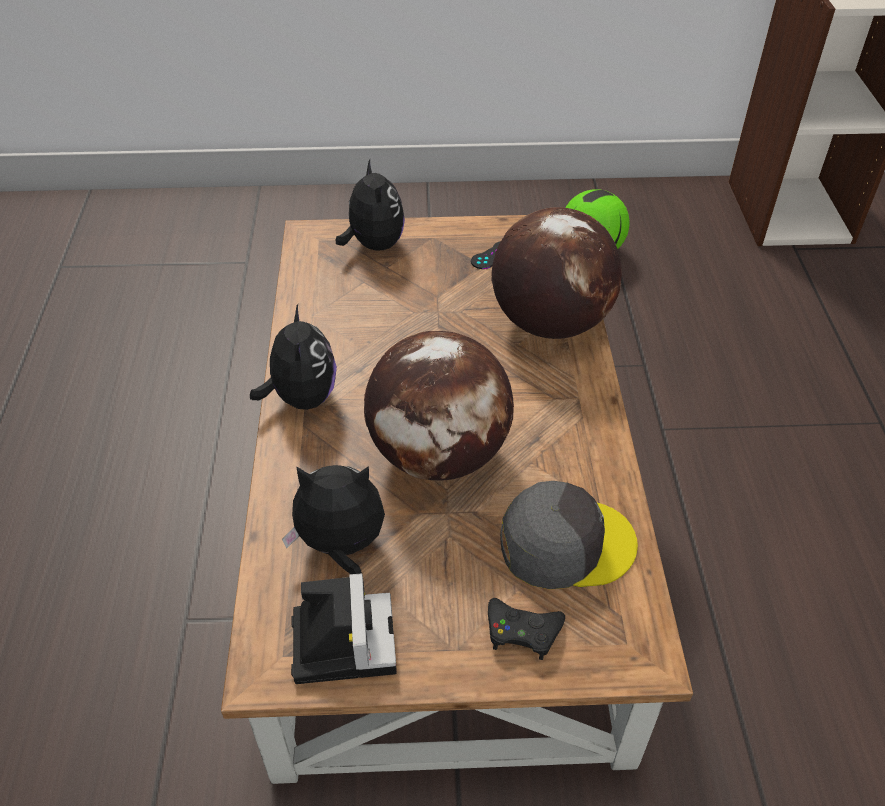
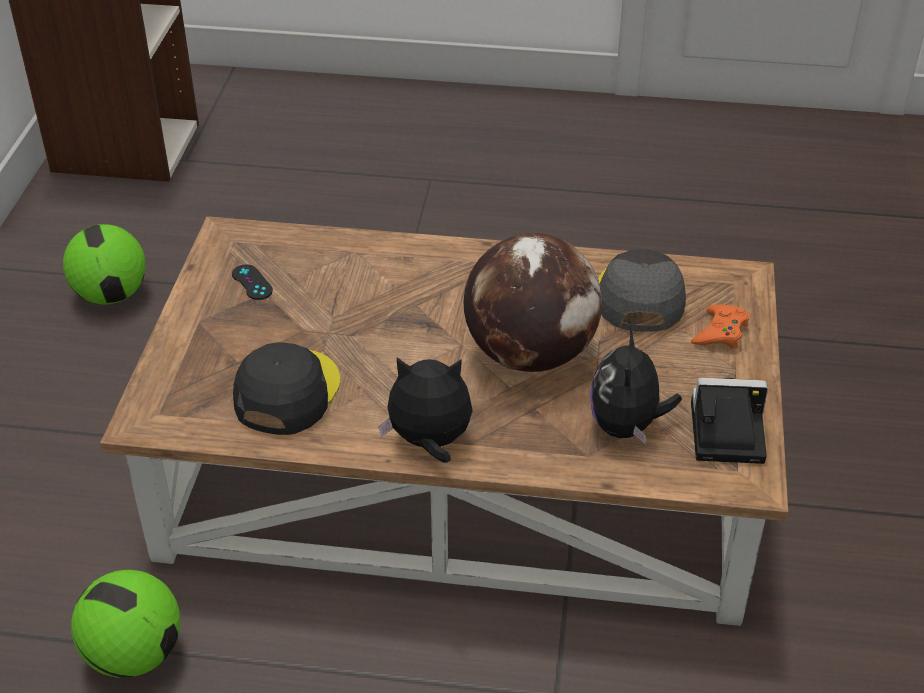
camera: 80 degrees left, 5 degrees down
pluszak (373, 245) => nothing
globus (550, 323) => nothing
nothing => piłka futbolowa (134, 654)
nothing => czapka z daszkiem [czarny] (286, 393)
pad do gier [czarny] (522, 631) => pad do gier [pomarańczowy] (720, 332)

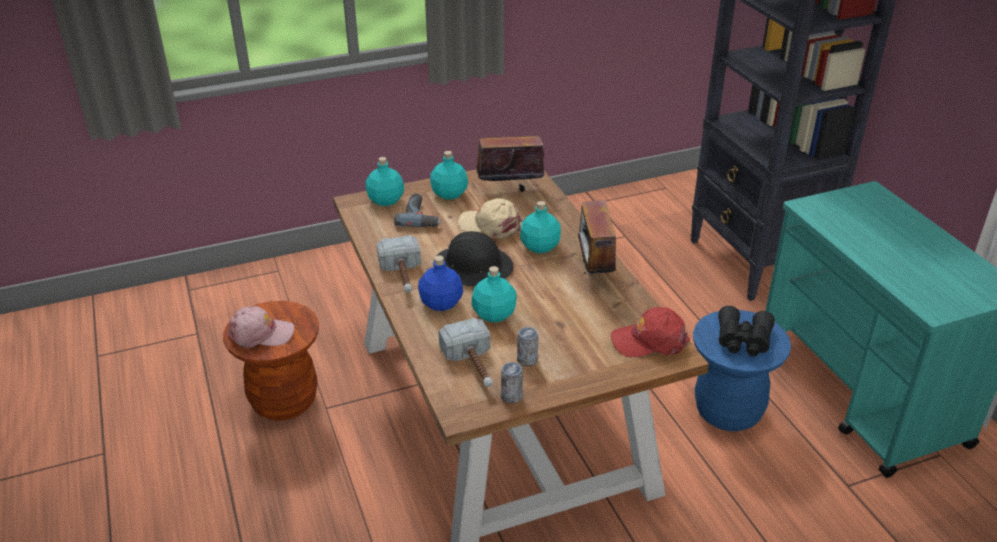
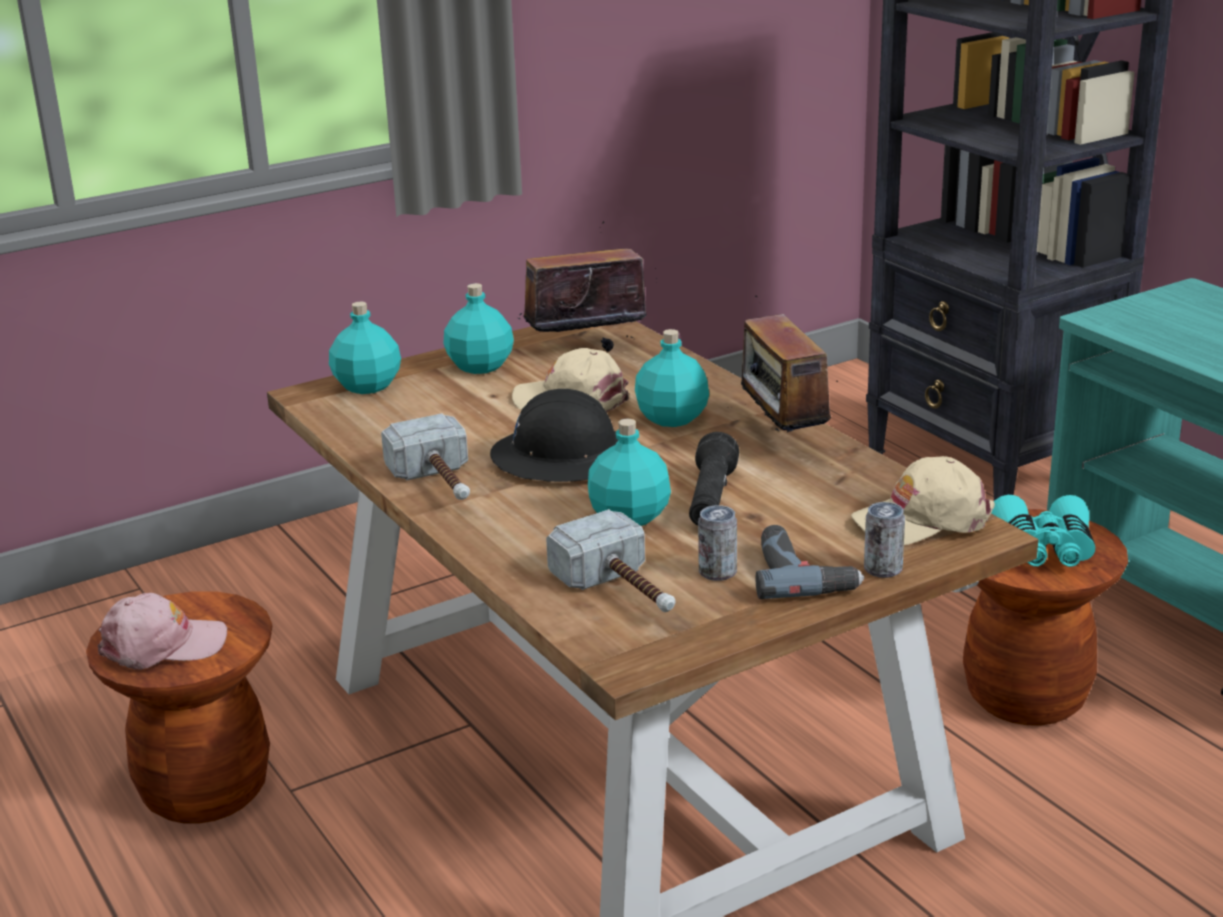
camera: 10 degrees left, 10 degrees down
butelka [niebieski] (441, 303) => nothing
nothing => latarka [czarny] (711, 500)
wiertarka (421, 216) => wiertarka (802, 574), relocated
puszka (511, 396) => puszka (883, 569), relocated
czapka z daszkiem [czerwony] (649, 341) => czapka z daszkiem [beżowy] (922, 520)
stołek [niebieski] (728, 411) => stołek [brązowy] (1025, 696)
lornetka [czarny] (743, 341) => lornetka [turkusowy] (1043, 550)

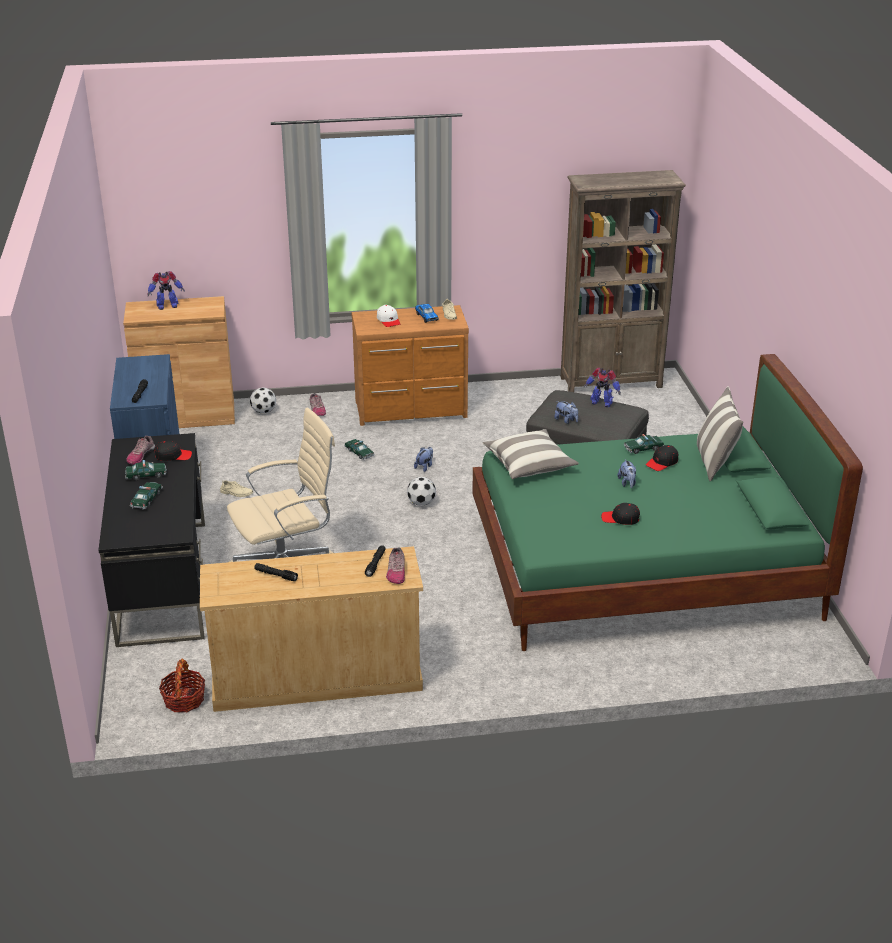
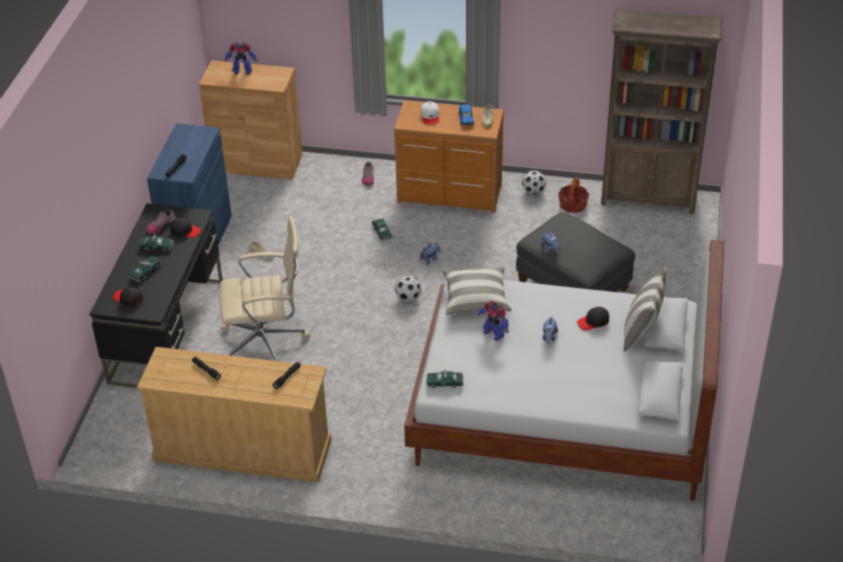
camera: 20 degrees right, 10 degrees up
but (396, 572) => nothing
koszyk (184, 700) => koszyk (572, 205), relocated
piłka futbolowa (264, 411) => piłka futbolowa (533, 192), relocated
robot zabawkowy (601, 402) => robot zabawkowy (493, 333), relocated
czapka z daszkiem [czarny] (620, 518) => czapka z daszkiem [czarny] (128, 299), relocated
samochodzik (643, 448) => samochodzik (444, 382), relocated
łóżko [zielony] (643, 570) => łóżko [biały] (561, 410)

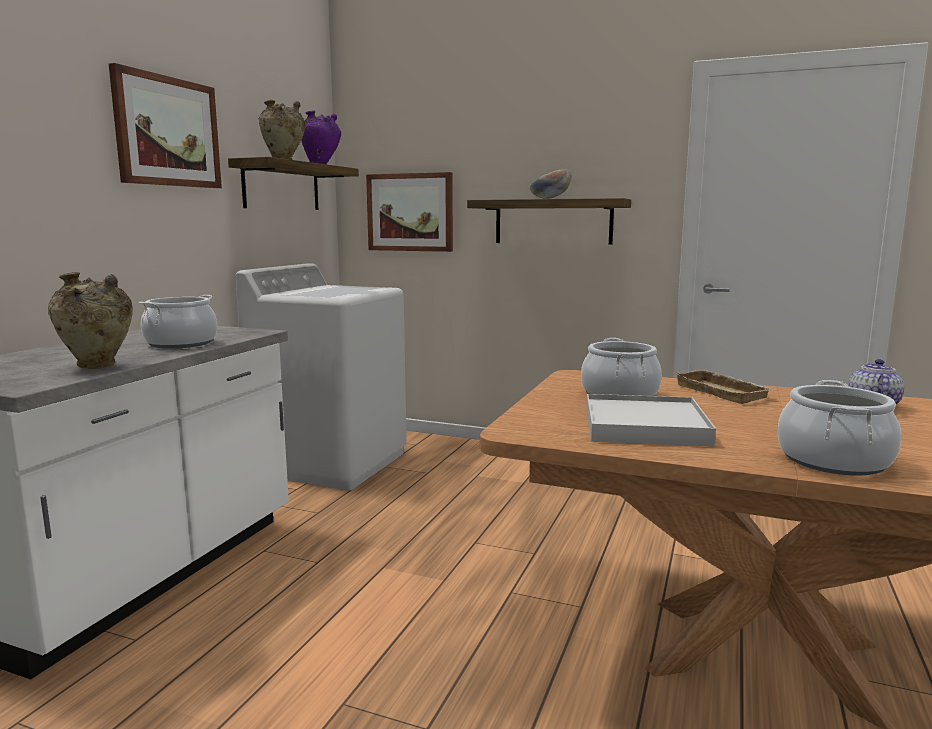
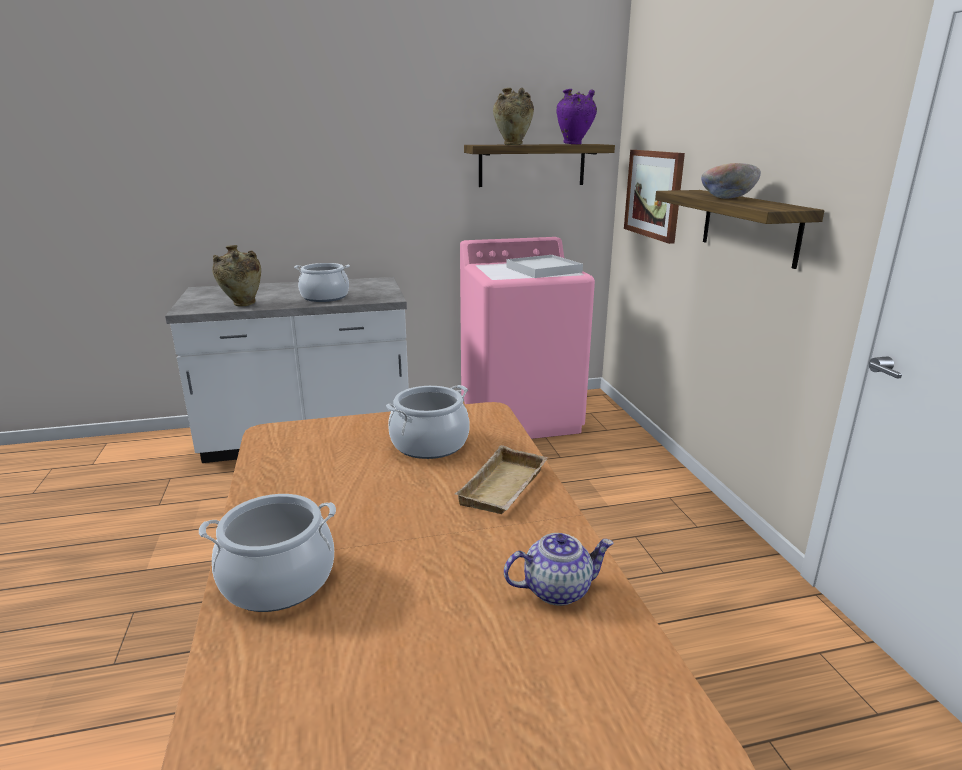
camera: 55 degrees right, 10 degrees up
obraz (167, 132) => nothing
taca [biały] (644, 426) => taca [biały] (543, 270), relocated
pralka [biały] (331, 463) => pralka [różowy] (521, 417)

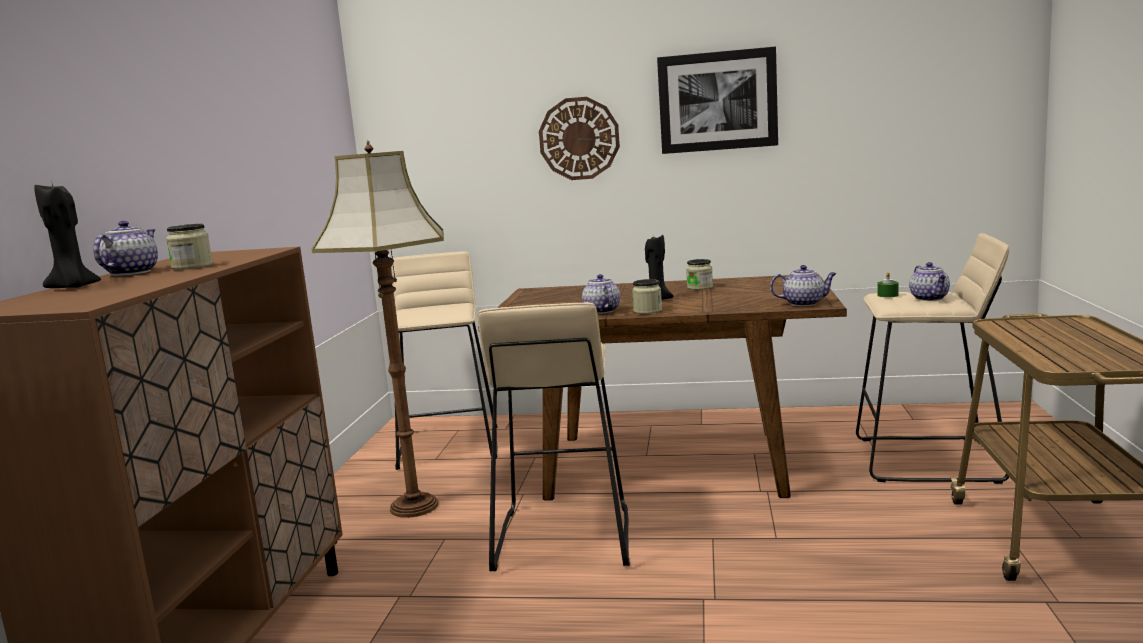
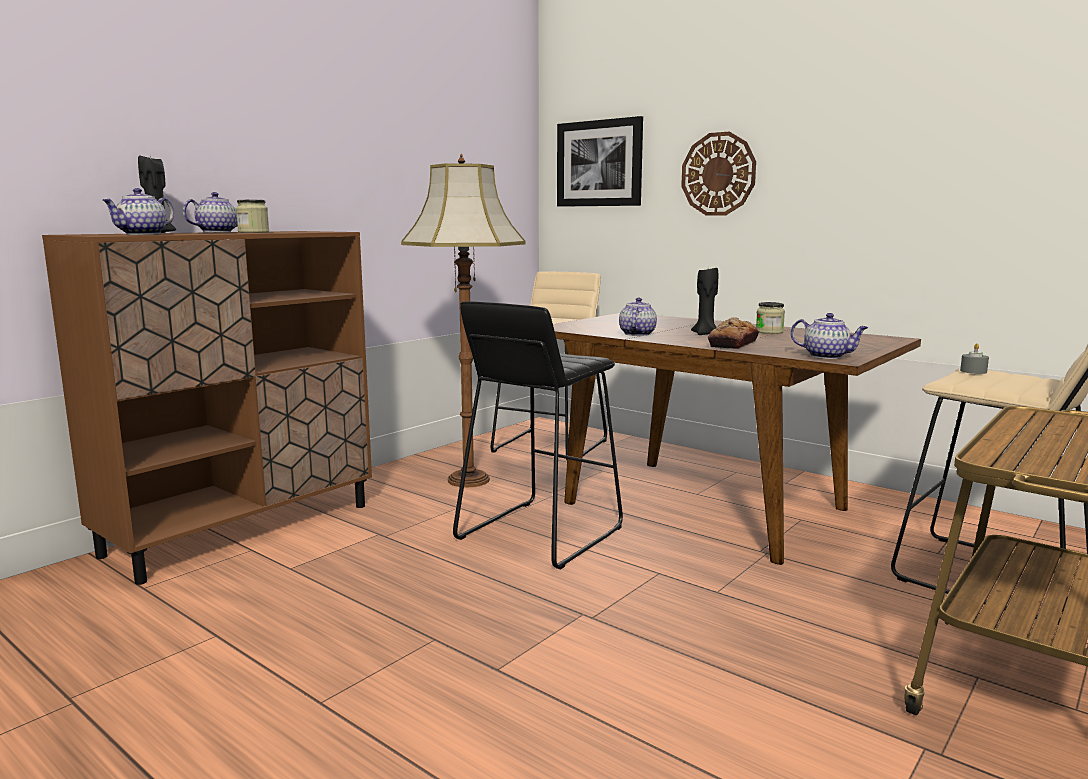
camera: 30 degrees right, 0 degrees up
słoik (647, 311) => nothing
nothing => chleb (733, 344)
obraz (717, 101) => obraz (599, 163), relocated
imbryk (930, 298) => imbryk (142, 234), relocated
stołek [beżowy] (562, 538) => stołek [czarny] (539, 533)
świeca [zielony] (887, 295) => świeca [szary] (973, 371)

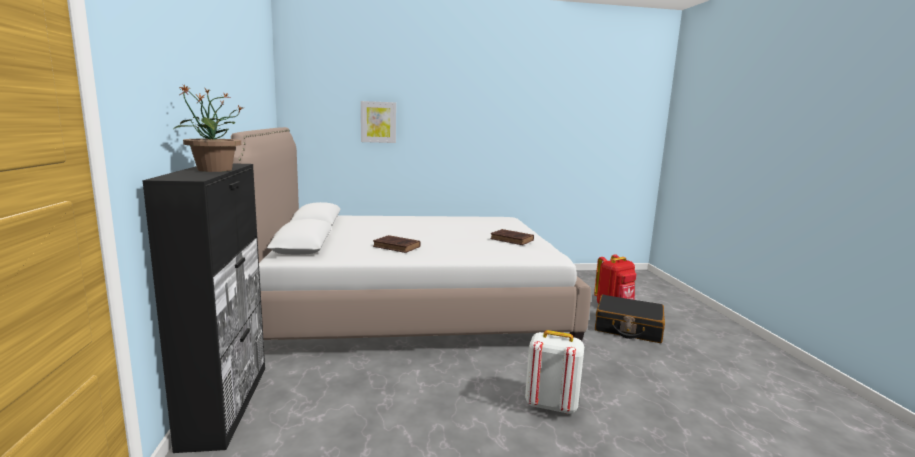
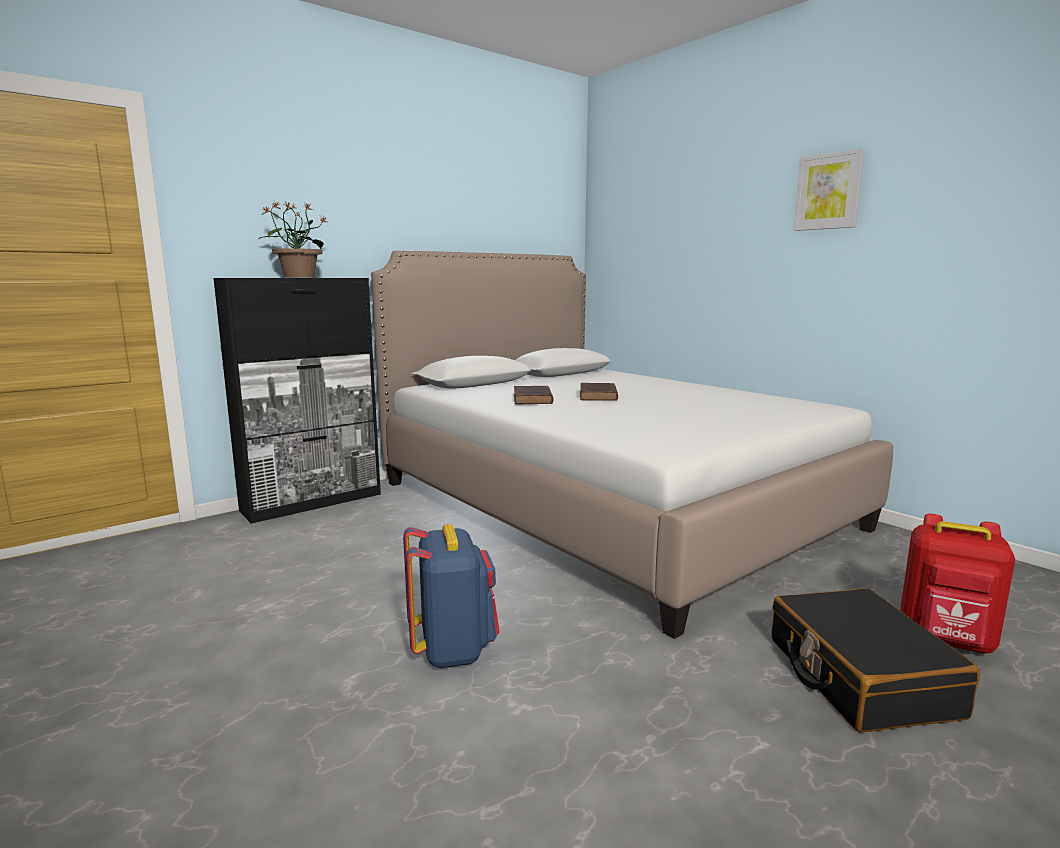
camera: 60 degrees right, 0 degrees up
obraz (378, 122) => obraz (828, 191), relocated
książka [brązowy] (513, 240) => książka [brązowy] (598, 396), relocated
plecak [biały] (550, 405) => plecak [niebieski] (453, 649)

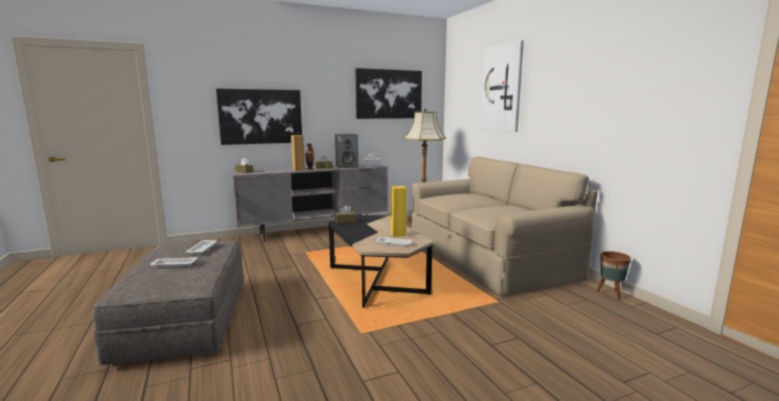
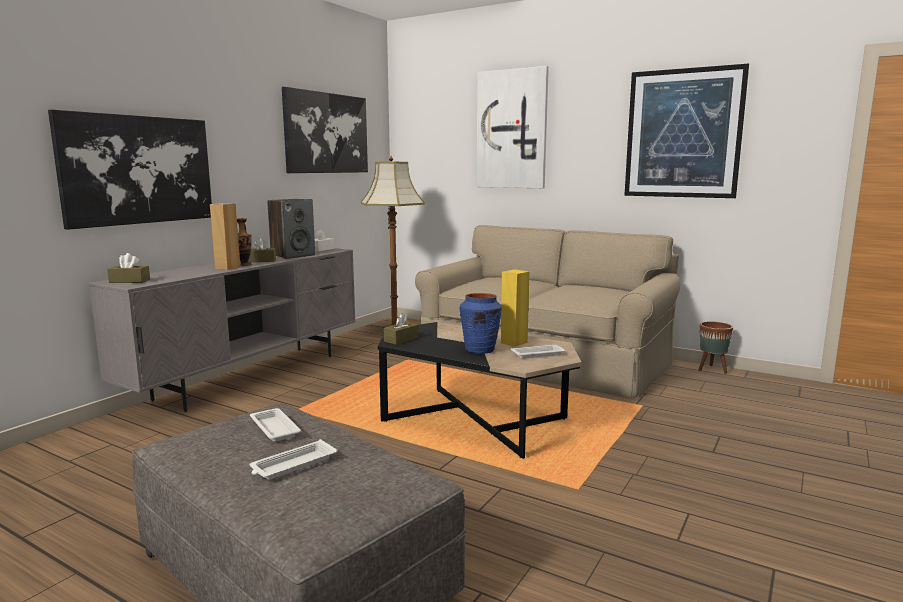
camera: 35 degrees left, 0 degrees up
nothing => wazon [niebieski] (480, 350)
nothing => obraz (683, 134)

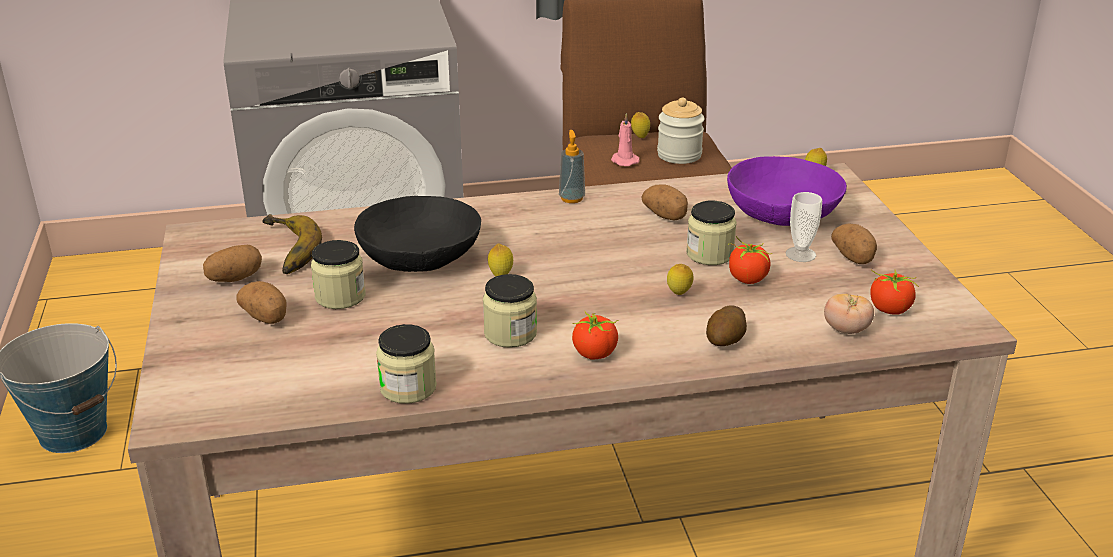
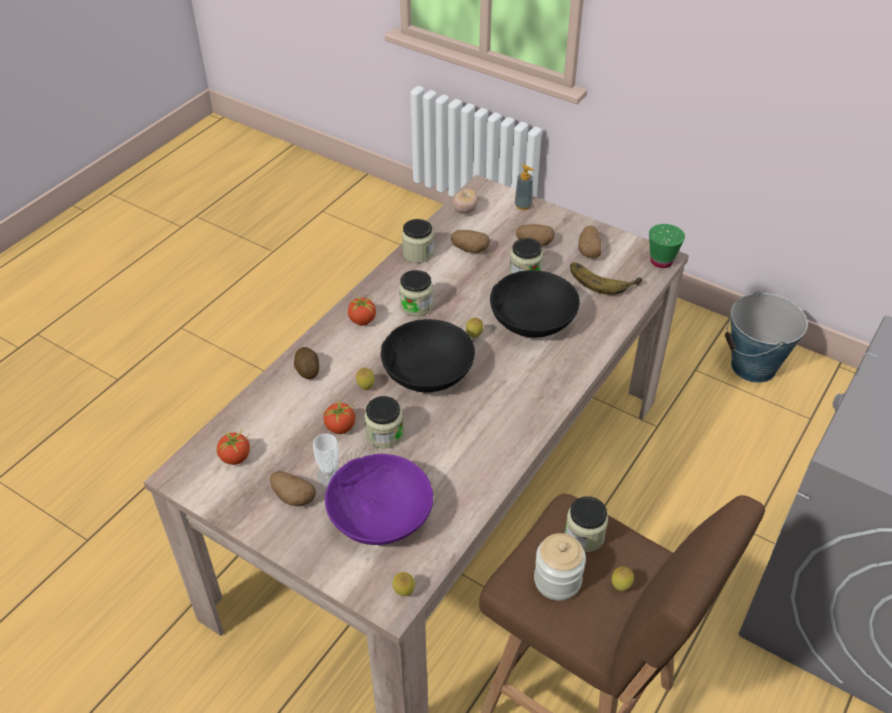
camera: 135 degrees right, 15 degrees up
nothing => miska [czarny] (428, 372)
nothing => filiżanka [zielony] (661, 261)
dozownik mydła (572, 198) => dozownik mydła (523, 205), relocated
ziemniak (666, 216) => ziemniak (469, 249), relocated
pomidor (846, 330) => pomidor (465, 210), relocated
świeca [różowy] (623, 161) => słoik (584, 536)

